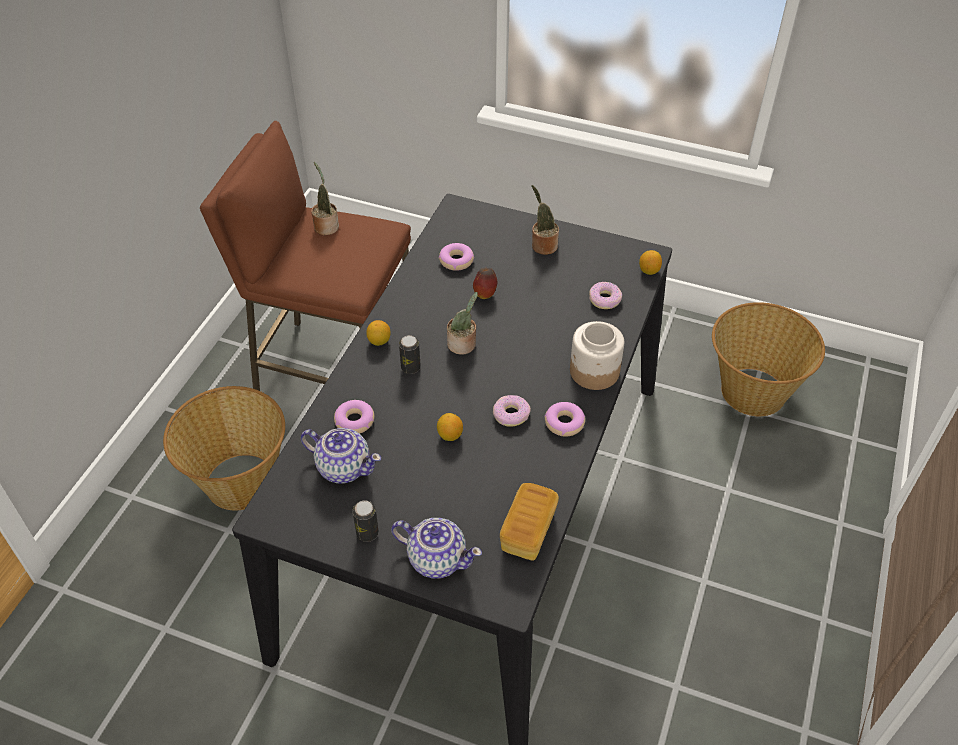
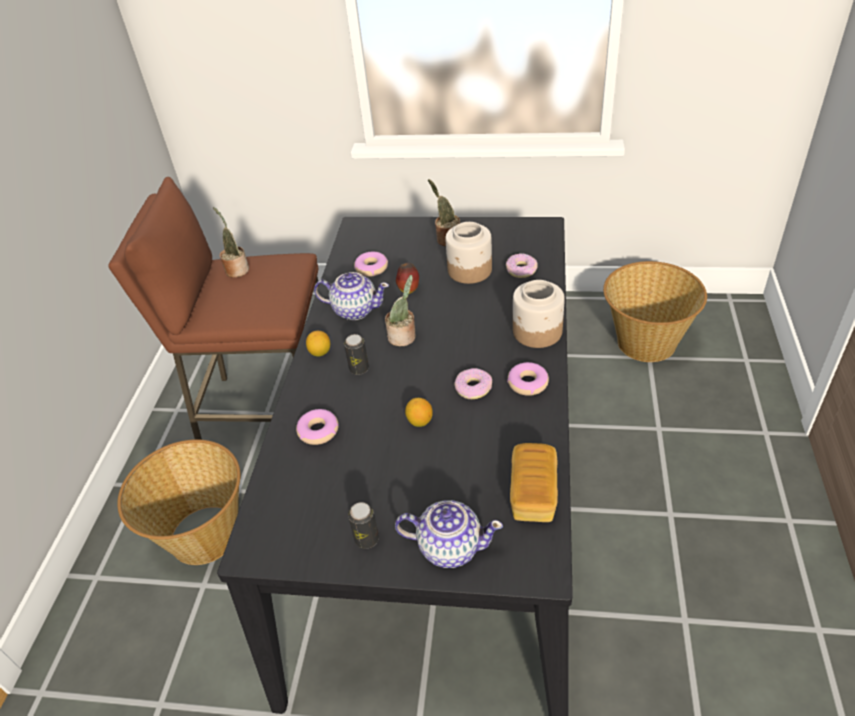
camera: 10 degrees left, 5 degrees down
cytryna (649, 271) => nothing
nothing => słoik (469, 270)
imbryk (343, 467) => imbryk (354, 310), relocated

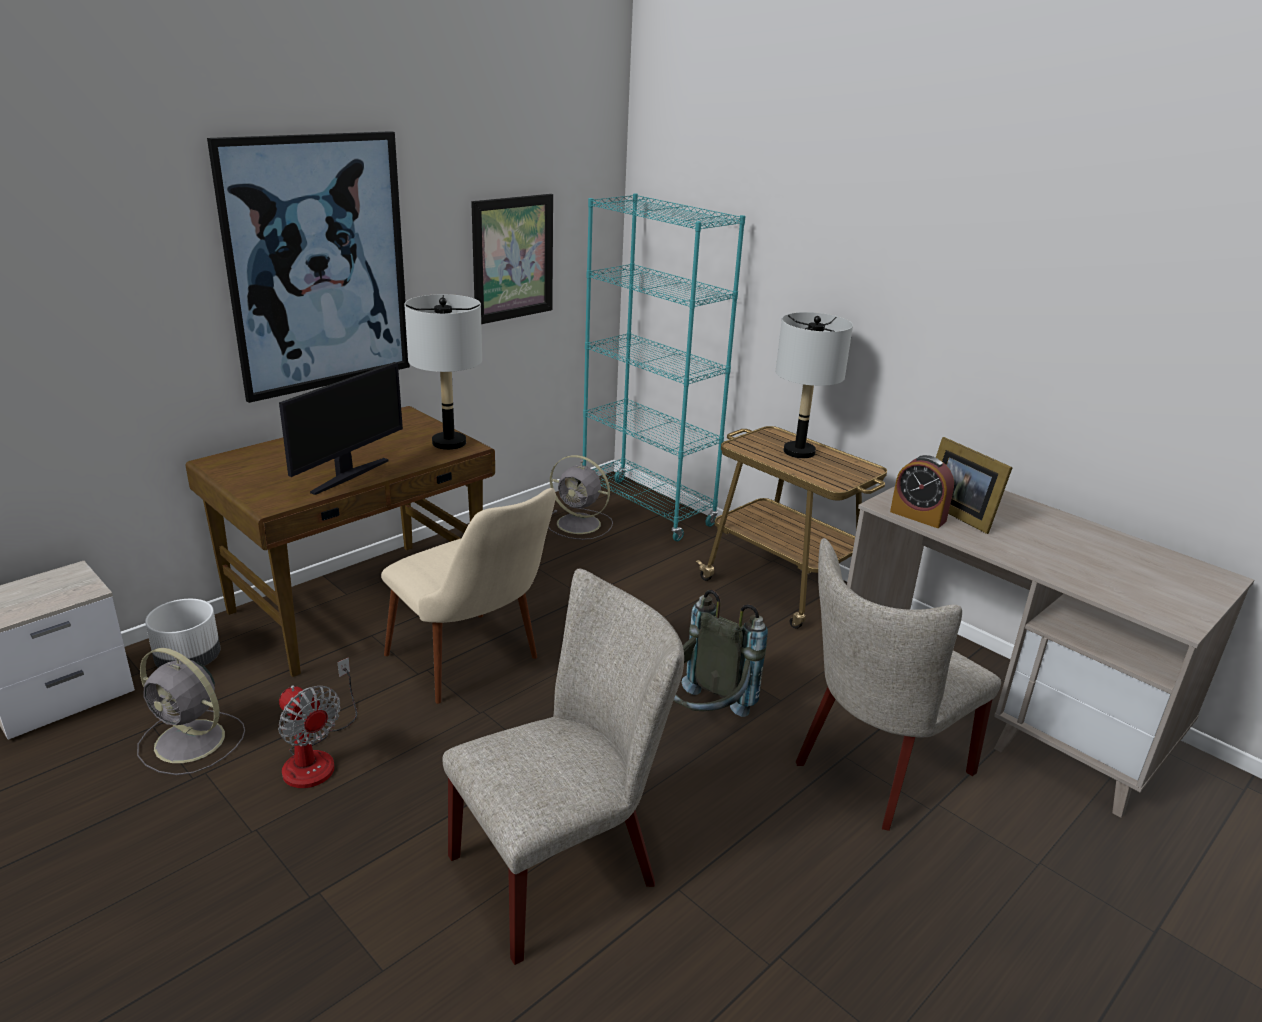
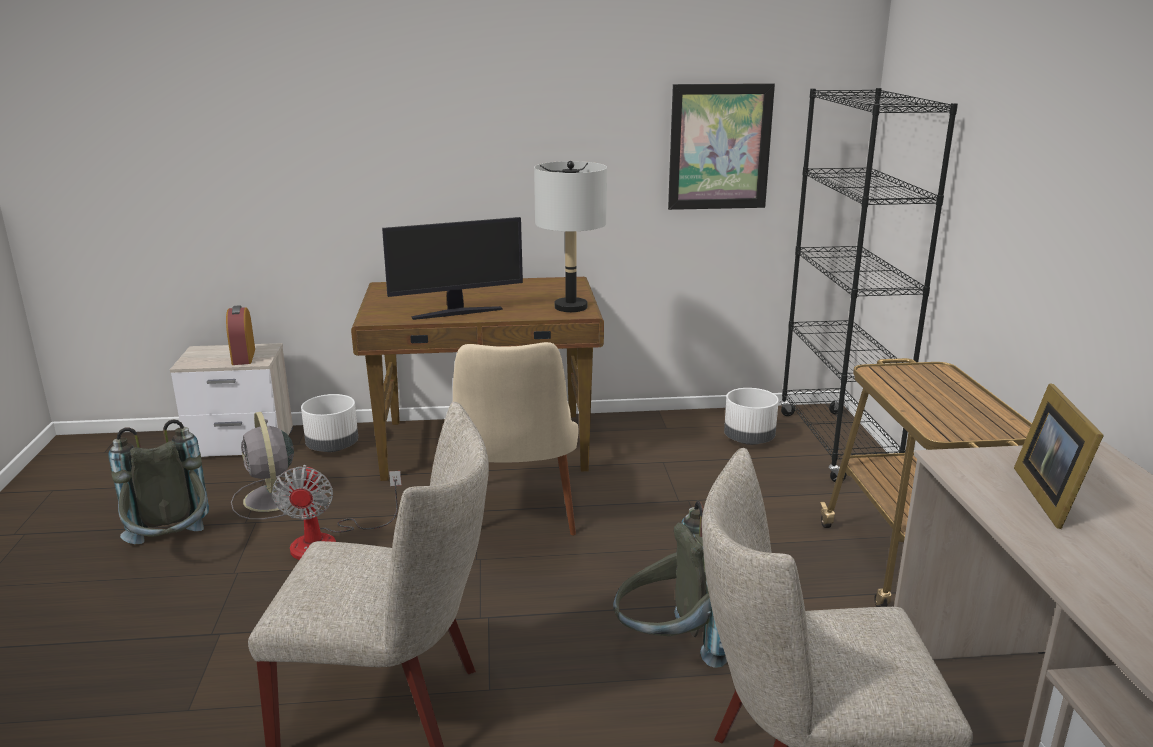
camera: 40 degrees right, 5 degrees down
obraz (318, 265) => nothing
lampa stołowa [szary] (799, 452) => nothing
nothing => plecak [szary] (172, 549)
budzik (918, 516) => budzik (243, 357), relocated
wentylator [szary] (580, 524) => donica [biały] (749, 439)
regał [turkusowy] (647, 509) => regał [czarny] (836, 445)

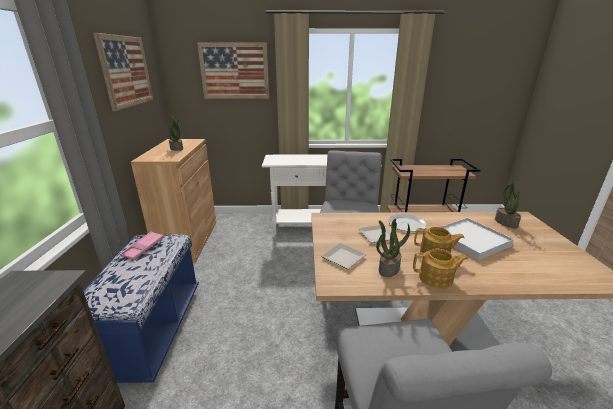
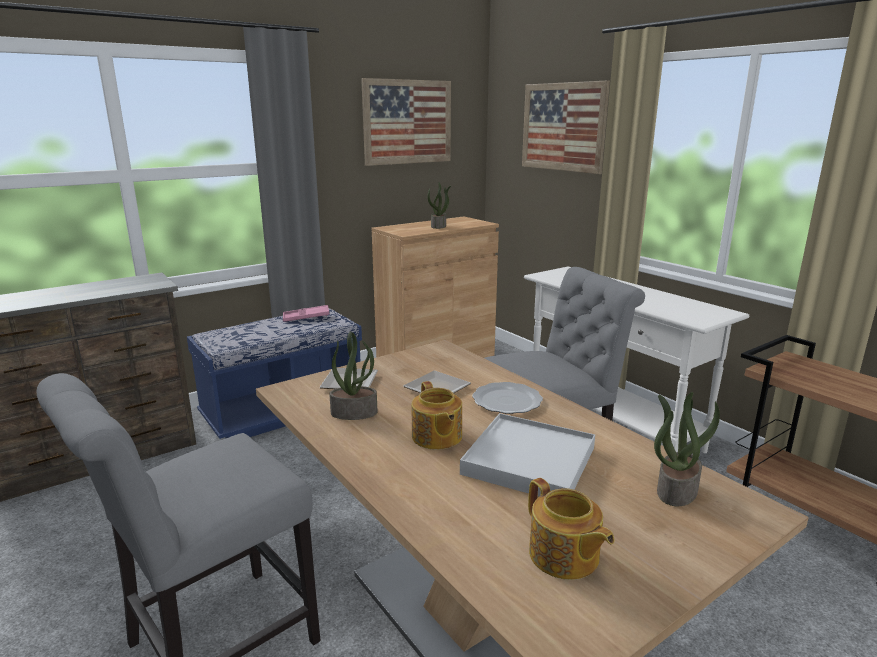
camera: 55 degrees right, 5 degrees down
imbryk (436, 279) => imbryk (564, 556), relocated

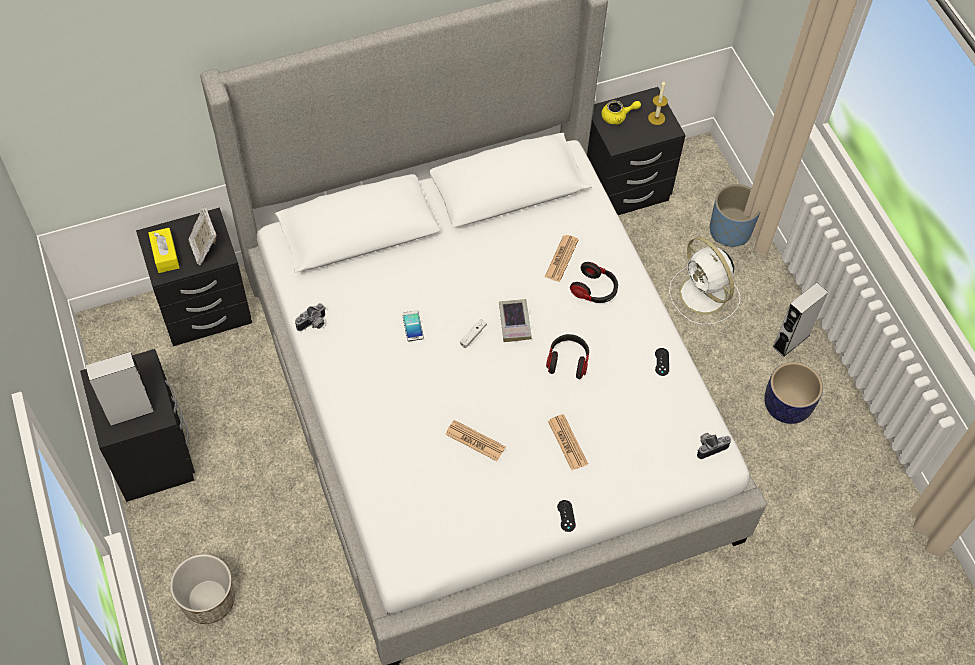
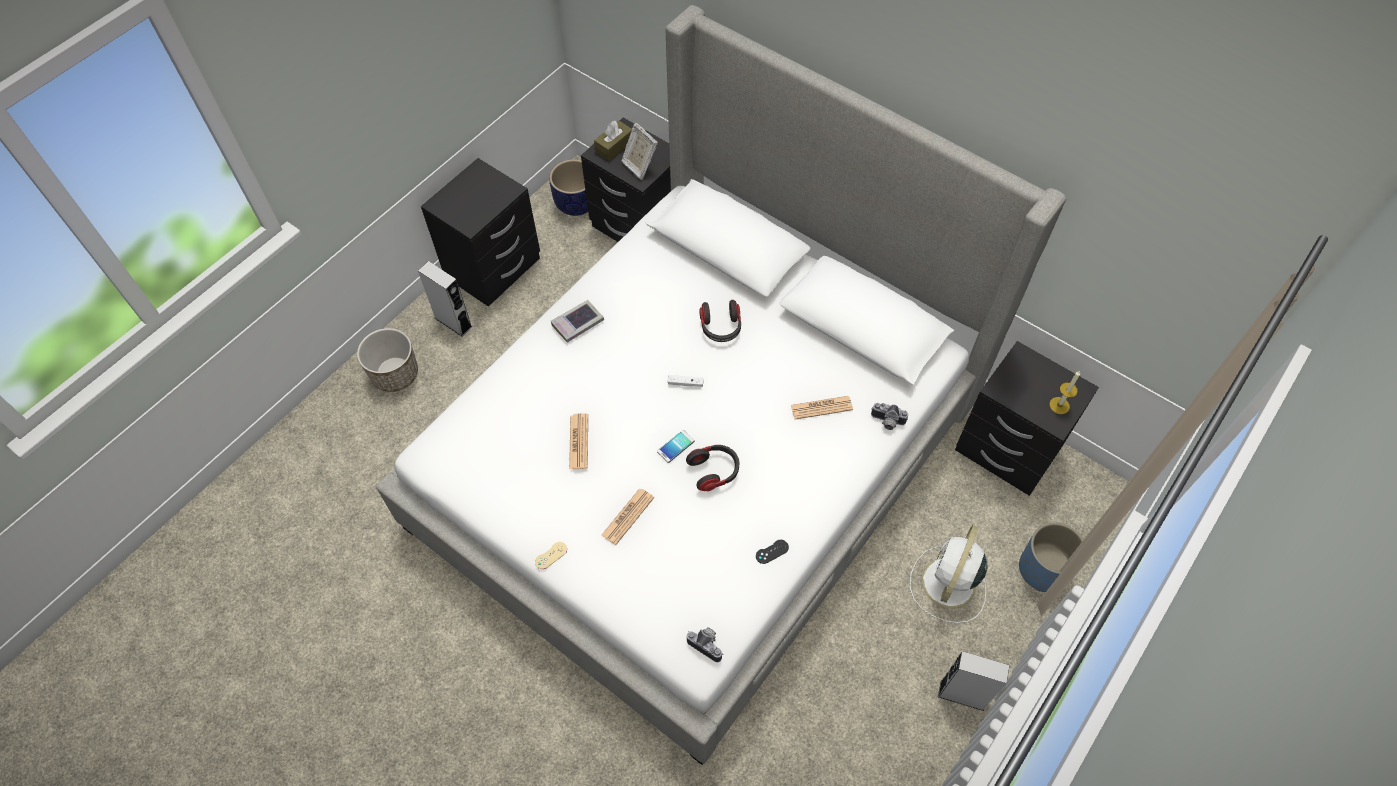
camera: 60 degrees right, 0 degrees up
imbryk [żółty] (618, 117) => nothing
głośnik [szary] (130, 412) => głośnik [szary] (453, 322), relocated
aparat fotograficzny (313, 324) => aparat fotograficzny (887, 422), relocated
telefon (412, 326) => telefon (675, 446), relocated
książka (514, 322) => książka (578, 323), relocated
słuchawki (594, 290) => słuchawki (721, 328), relocated
donica (787, 406) => donica (576, 204), relocated
pudełko chusteczek [żółty] (165, 255) => pudełko chusteczek [brązowy] (614, 146)
pad do gier [czarny] (566, 516) => pad do gier [beżowy] (551, 555)
ramka na zdjęcie (205, 248) => ramka na zdjęcie (639, 165), 75 degrees counterclockwise

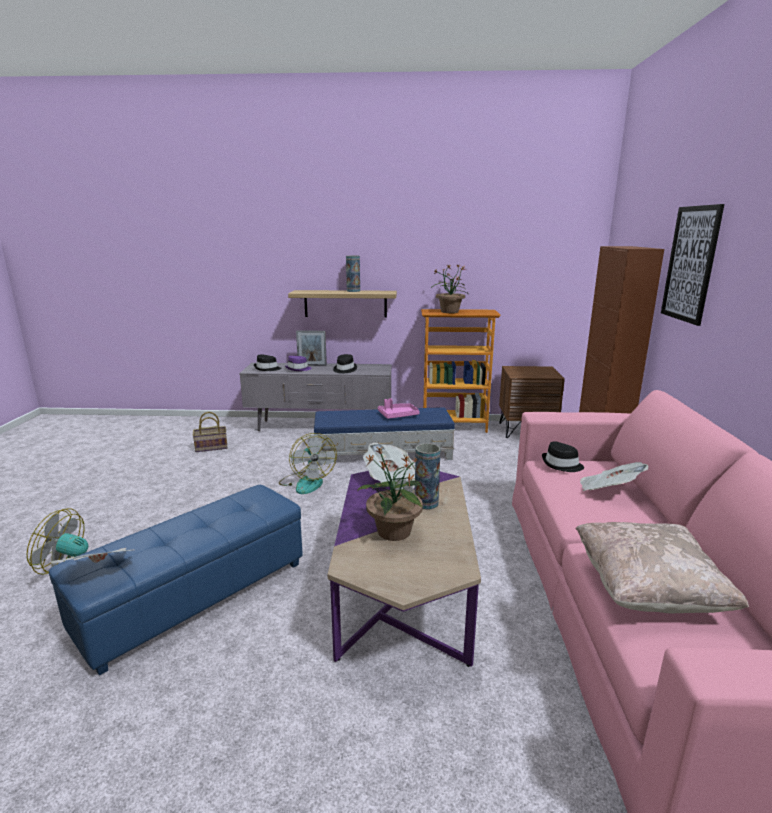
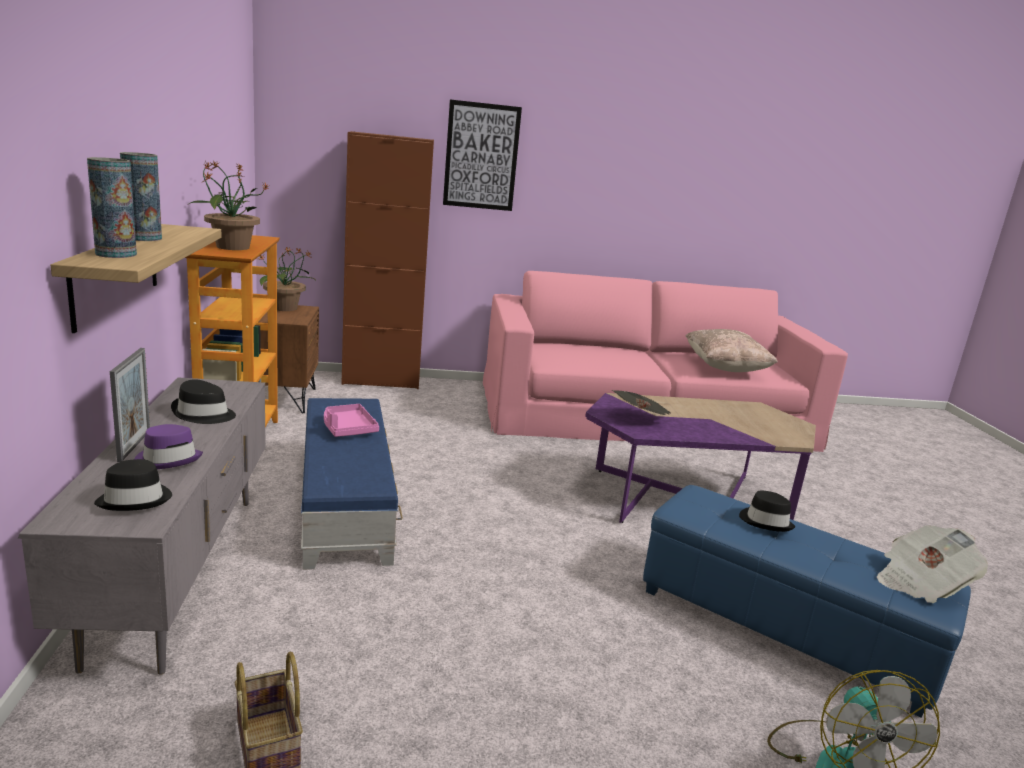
camera: 100 degrees left, 0 degrees up
wentylator (307, 482) => nothing
gazeta (608, 490) => nothing
roślina doniczkowa (393, 532) => roślina doniczkowa (285, 308), relocated
wazon (426, 503) => wazon (116, 254), relocated
kapelusz [czarny] (561, 465) => kapelusz [czarny] (766, 521), relocated

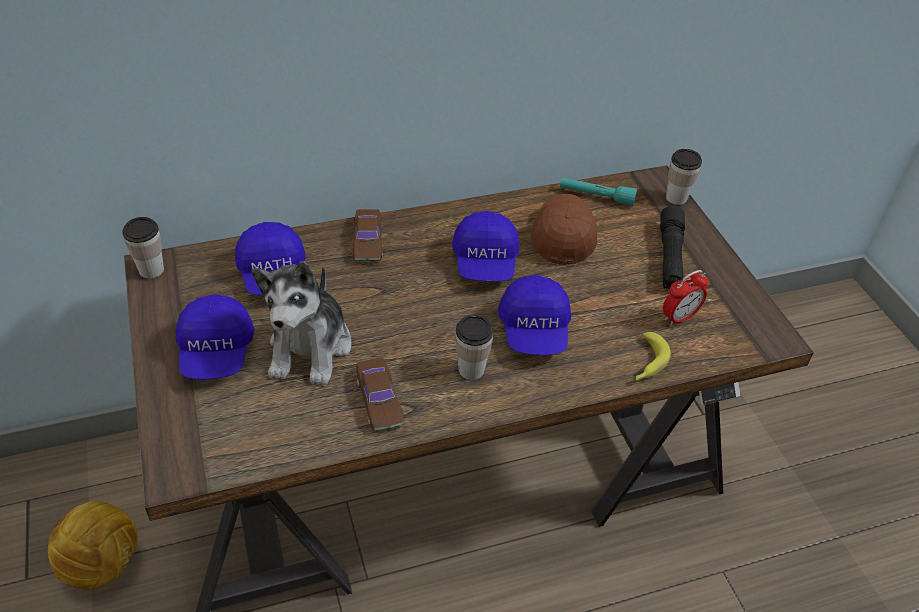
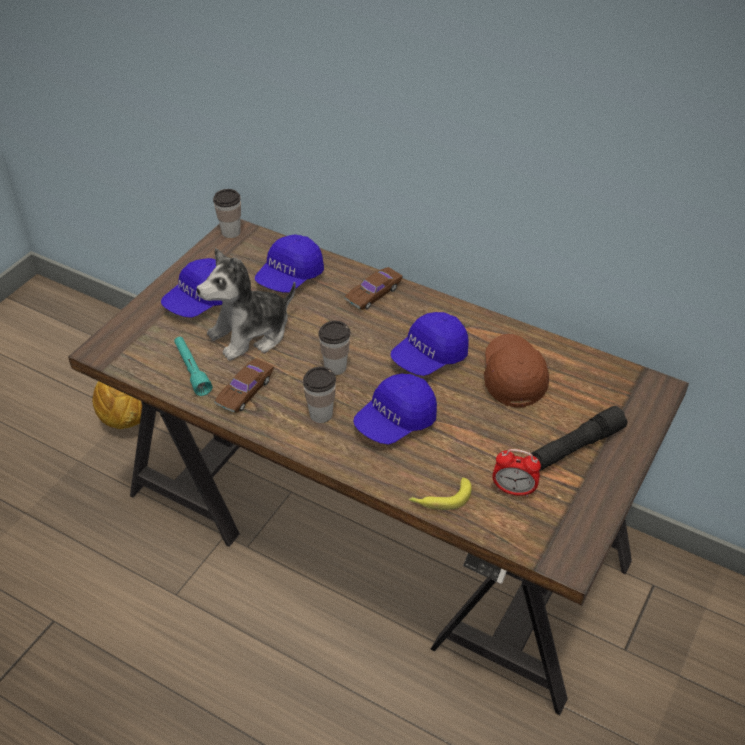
camera: 50 degrees right, 0 degrees up
latarka [turkusowy] (596, 196) => latarka [turkusowy] (192, 370), relocated
filiżanka (676, 198) => filiżanka (335, 367), relocated
czapka z daszkiem [brązowy] (563, 236) => czapka z daszkiem [brązowy] (513, 377), 60 degrees counterclockwise

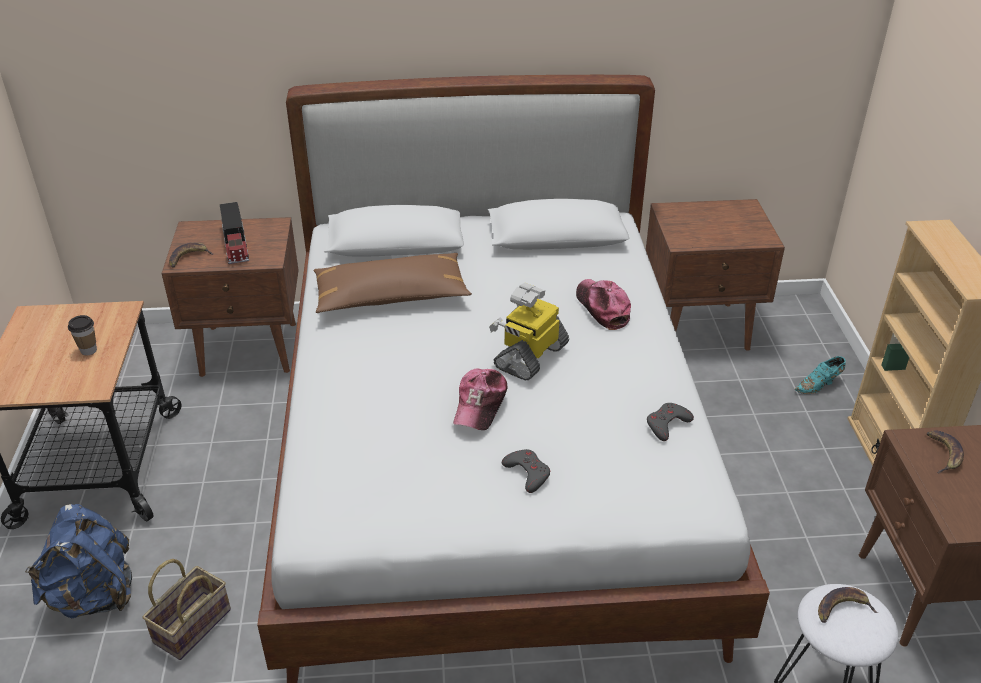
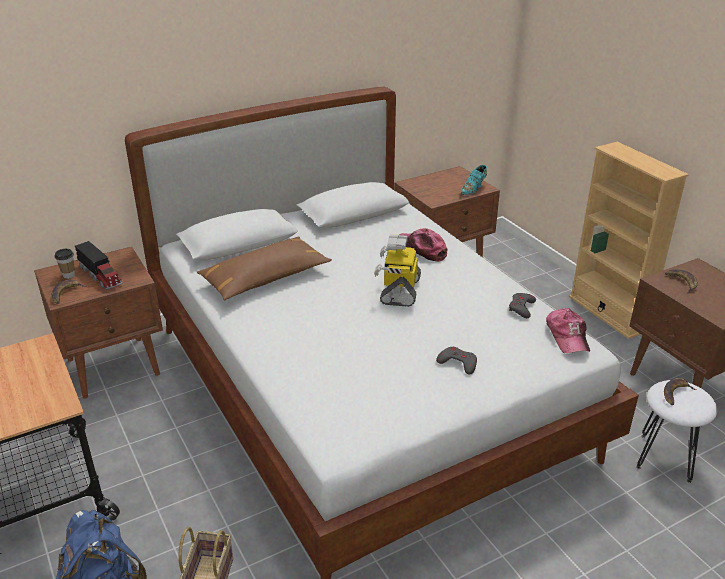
camera: 25 degrees left, 5 degrees down
filiżanka (88, 350) => filiżanka (69, 275), relocated
czapka z daszkiem (480, 405) => czapka z daszkiem (567, 336), relocated
but [turkusowy] (819, 385) => but [turkusowy] (473, 189), relocated

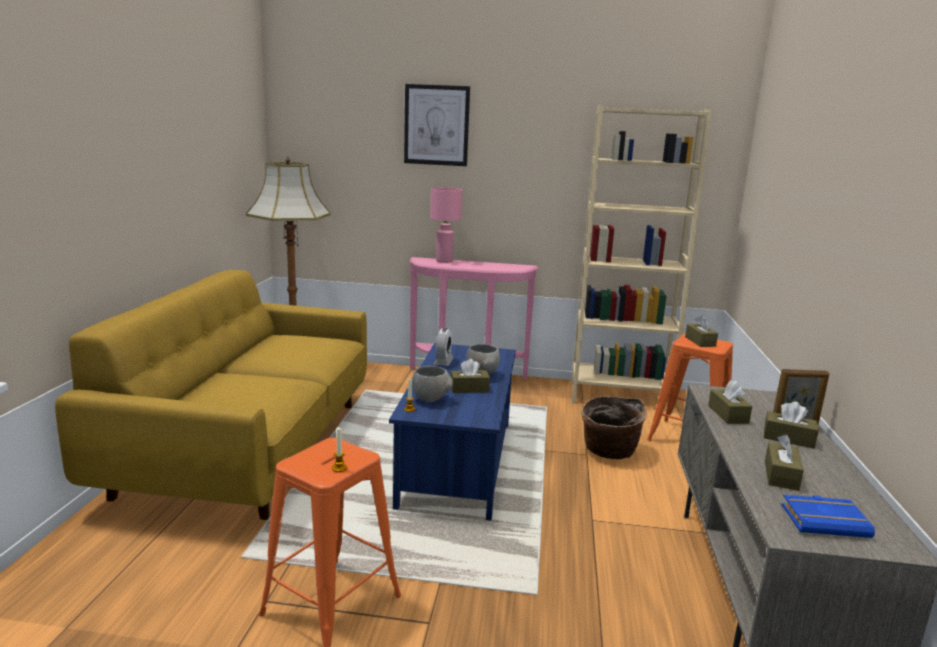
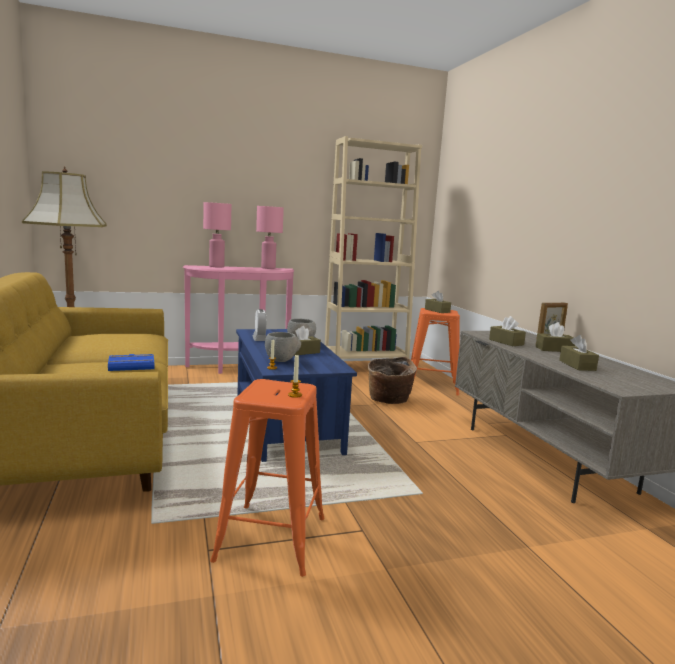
camera: 25 degrees left, 5 degrees down
obraz (436, 125) => nothing
nothing => lampa stołowa [różowy] (267, 268)
książka [niebieski] (825, 521) => książka [niebieski] (132, 366), relocated

